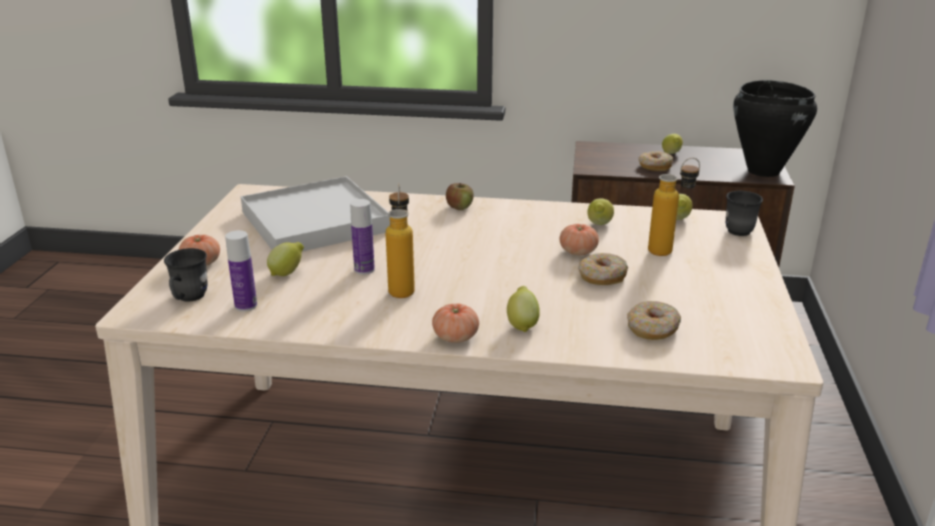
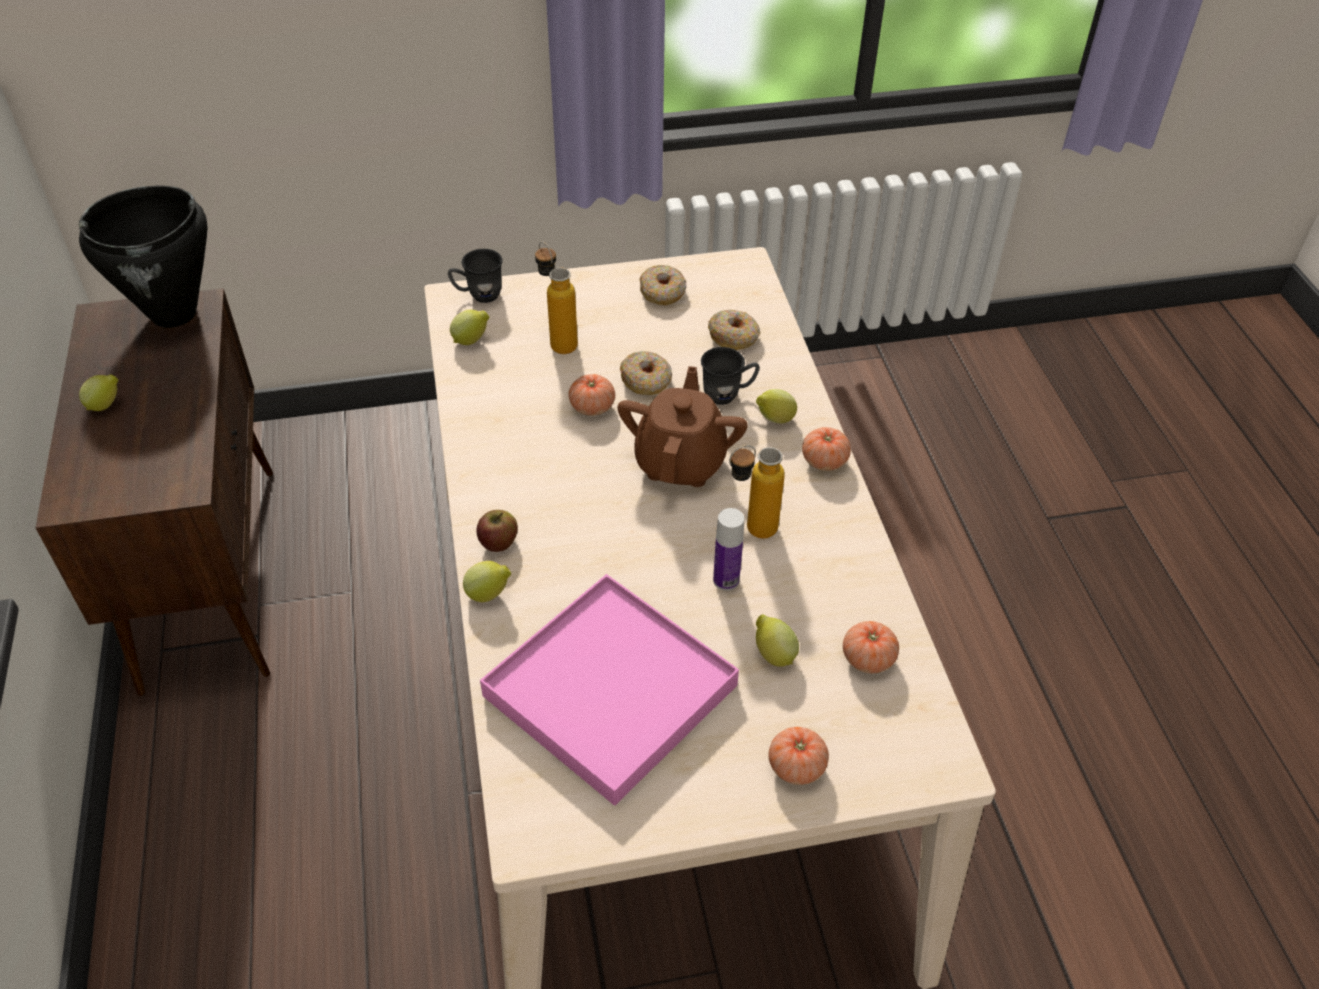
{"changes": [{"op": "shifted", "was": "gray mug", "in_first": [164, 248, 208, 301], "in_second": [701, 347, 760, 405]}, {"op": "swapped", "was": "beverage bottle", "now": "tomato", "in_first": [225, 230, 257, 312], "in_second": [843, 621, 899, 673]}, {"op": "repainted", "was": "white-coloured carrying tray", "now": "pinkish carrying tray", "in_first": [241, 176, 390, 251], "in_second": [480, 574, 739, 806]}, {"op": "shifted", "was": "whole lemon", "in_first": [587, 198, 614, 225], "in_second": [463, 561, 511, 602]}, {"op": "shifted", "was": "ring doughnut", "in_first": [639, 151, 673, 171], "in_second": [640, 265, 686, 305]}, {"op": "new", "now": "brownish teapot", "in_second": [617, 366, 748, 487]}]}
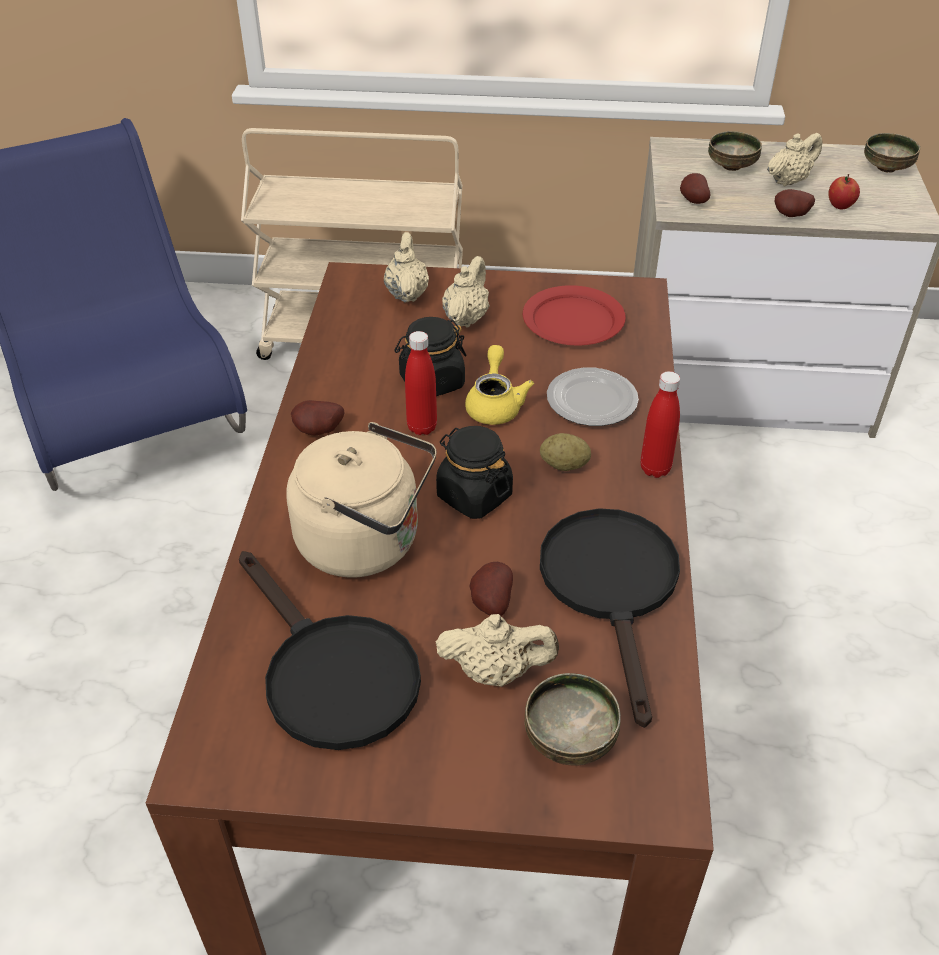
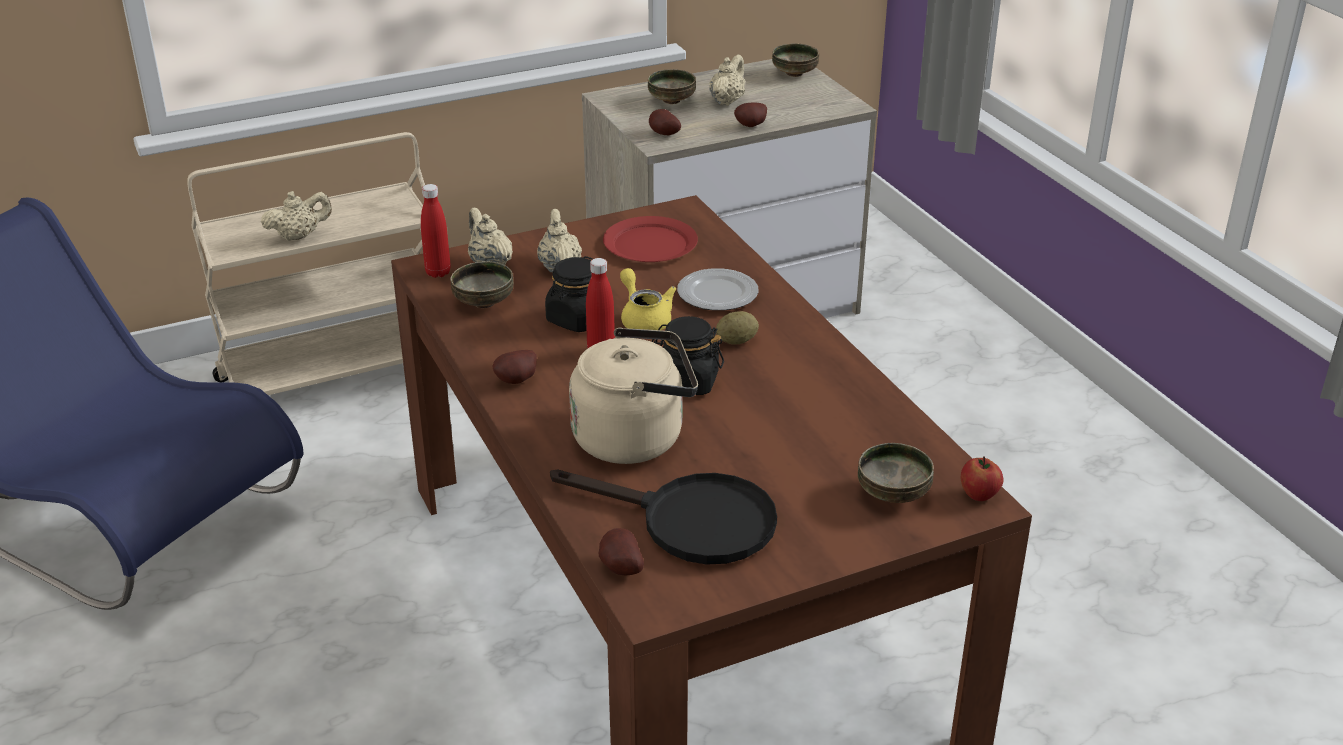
{"changes": [{"op": "shifted", "was": "beige teapot", "in_first": [435, 614, 559, 687], "in_second": [261, 191, 332, 241]}, {"op": "shifted", "was": "whole potato", "in_first": [470, 562, 513, 616], "in_second": [599, 528, 644, 576]}, {"op": "gone", "was": "black frying pan", "in_first": [540, 508, 680, 728]}, {"op": "shifted", "was": "red-coloured beverage bottle", "in_first": [640, 371, 680, 478], "in_second": [421, 184, 451, 278]}, {"op": "shifted", "was": "apple", "in_first": [828, 174, 860, 209], "in_second": [961, 456, 1004, 501]}, {"op": "new", "now": "serving bowl", "in_second": [450, 261, 514, 308]}]}
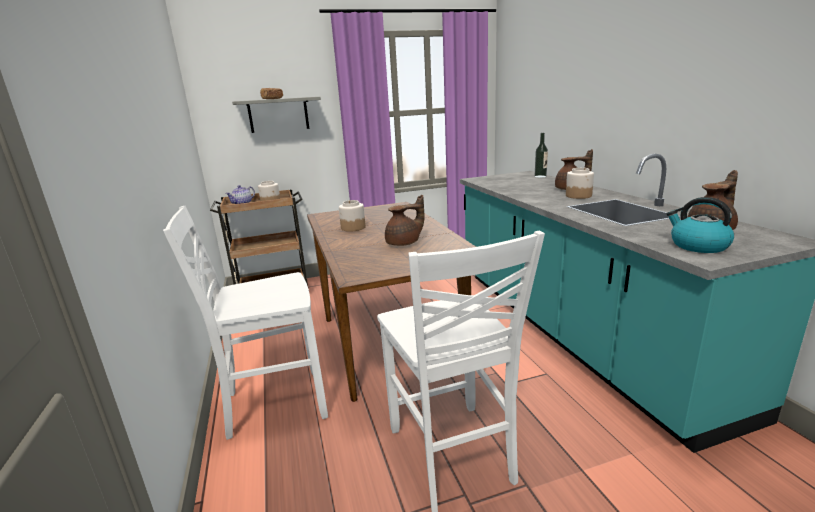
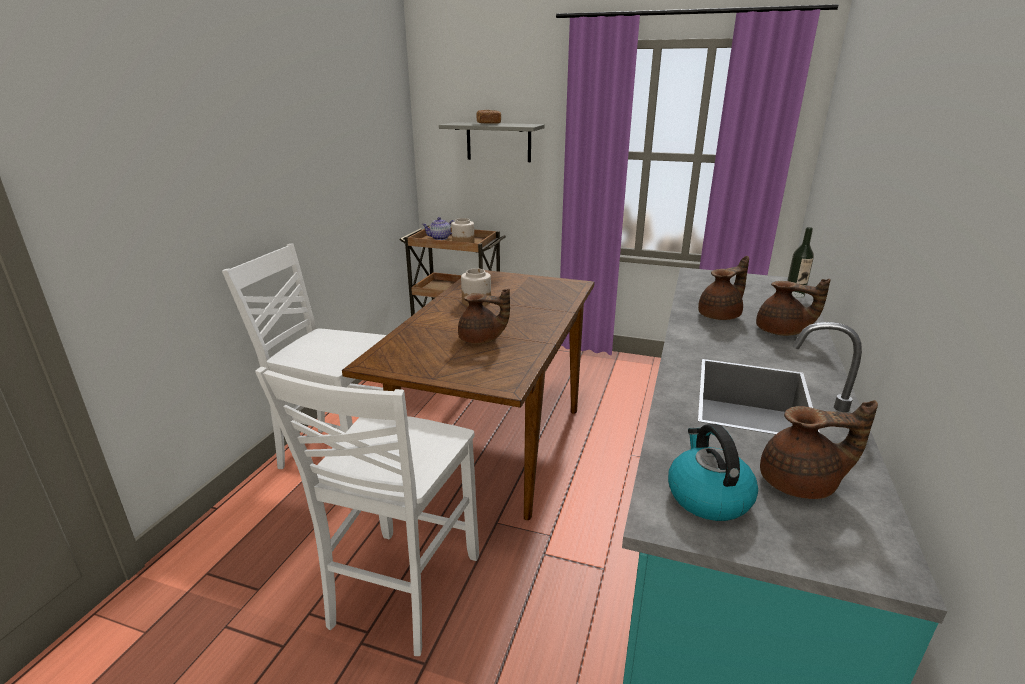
{"changes": [{"op": "gone", "was": "preserve jar", "in_first": [566, 168, 594, 199]}, {"op": "new", "now": "brownish teapot", "in_second": [698, 256, 749, 320]}]}
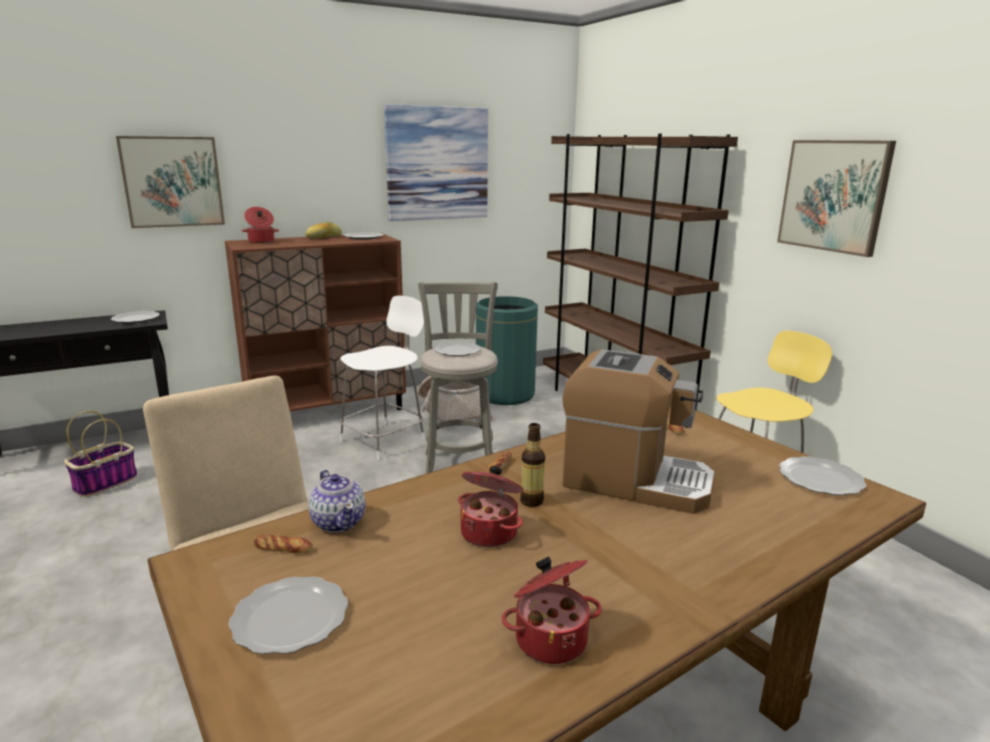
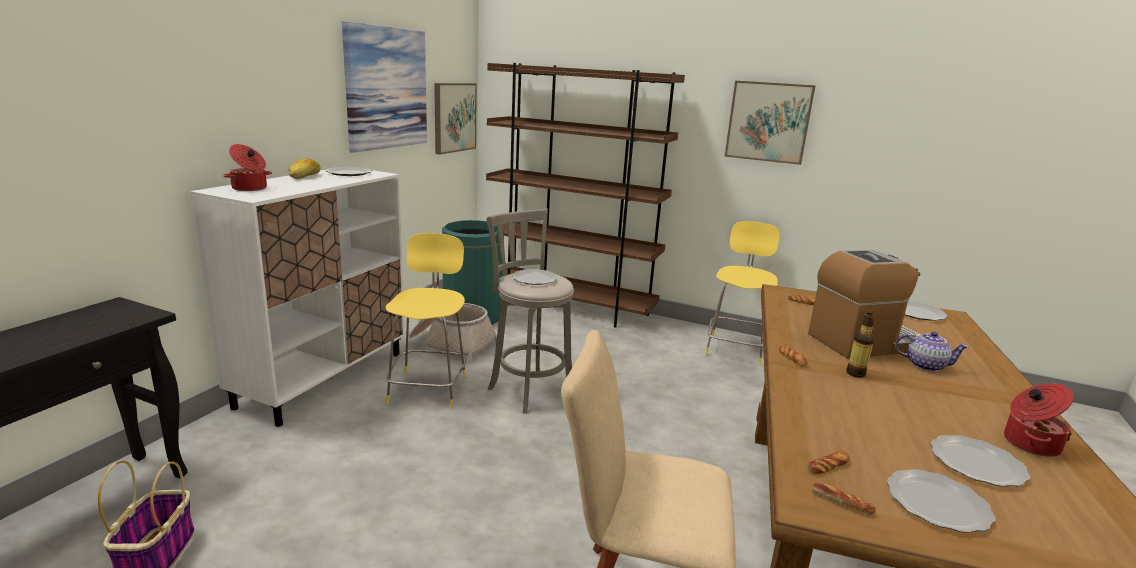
{"changes": [{"op": "shifted", "was": "flat dish", "in_first": [111, 311, 159, 323], "in_second": [930, 435, 1030, 487]}, {"op": "shifted", "was": "picture", "in_first": [116, 136, 225, 228], "in_second": [434, 83, 477, 155]}, {"op": "repainted", "was": "brownish cupboard", "now": "white-coloured cupboard", "in_first": [225, 233, 406, 411], "in_second": [190, 166, 405, 427]}, {"op": "shifted", "was": "teapot", "in_first": [308, 470, 366, 533], "in_second": [895, 331, 969, 372]}, {"op": "repainted", "was": "white-coloured stool seat", "now": "yellow stool seat", "in_first": [340, 296, 425, 460], "in_second": [386, 233, 467, 408]}, {"op": "gone", "was": "cooking pot", "in_first": [458, 466, 523, 548]}, {"op": "new", "now": "baked bread", "in_second": [812, 482, 876, 515]}]}
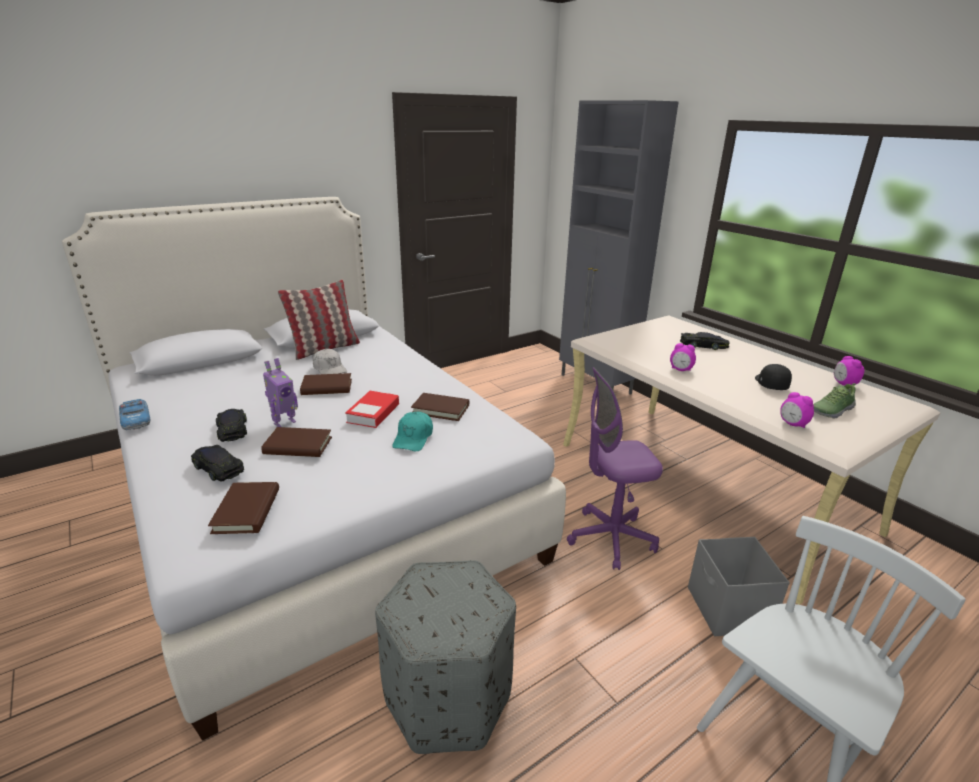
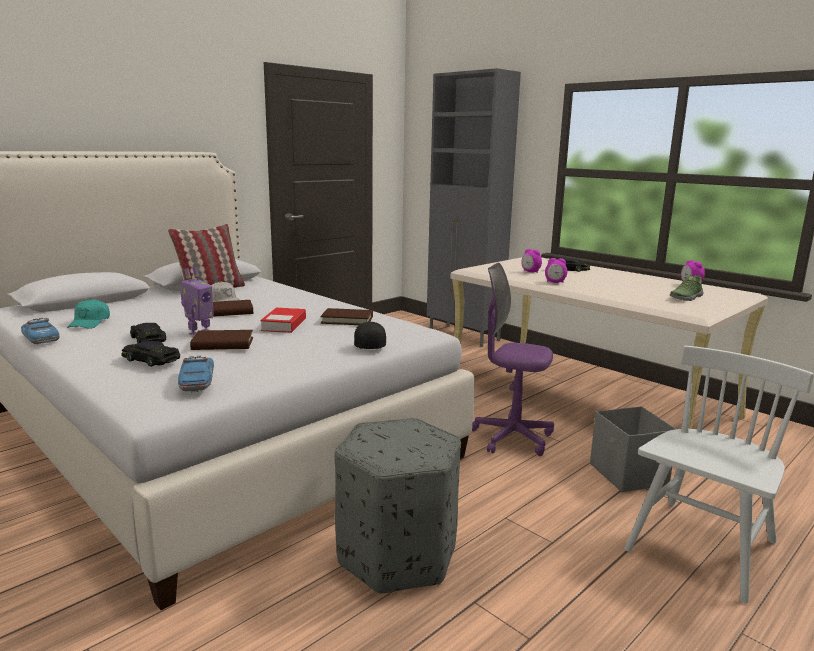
{"changes": [{"op": "swapped", "was": "brownish bound book", "now": "toy car", "in_first": [208, 482, 279, 534], "in_second": [178, 356, 214, 392]}, {"op": "shifted", "was": "turquoise-coloured baseball cap", "in_first": [392, 412, 433, 451], "in_second": [67, 299, 110, 329]}, {"op": "rotated", "was": "purple-coloured desk chair", "in_first": [567, 367, 663, 570], "in_second": [472, 263, 554, 456], "clockwise": 45}, {"op": "shifted", "was": "black baseball cap", "in_first": [755, 364, 792, 390], "in_second": [354, 322, 386, 349]}, {"op": "shifted", "was": "table clock", "in_first": [780, 392, 814, 428], "in_second": [521, 249, 542, 273]}]}
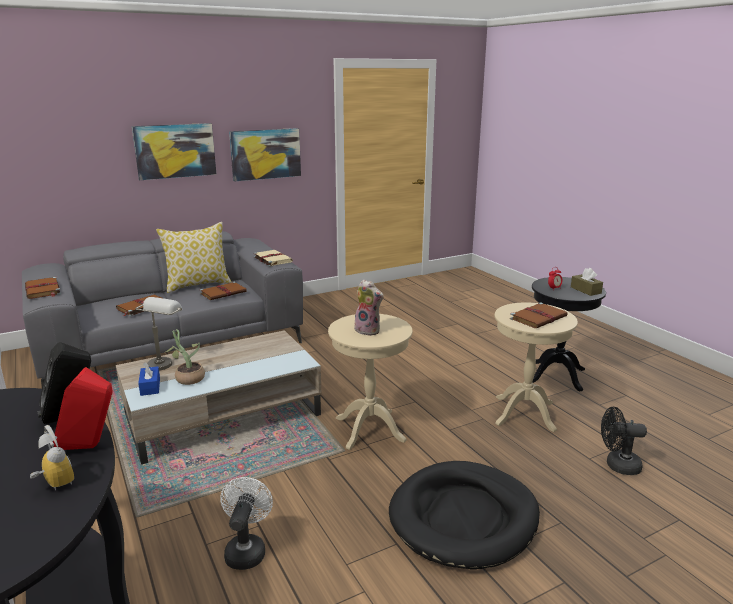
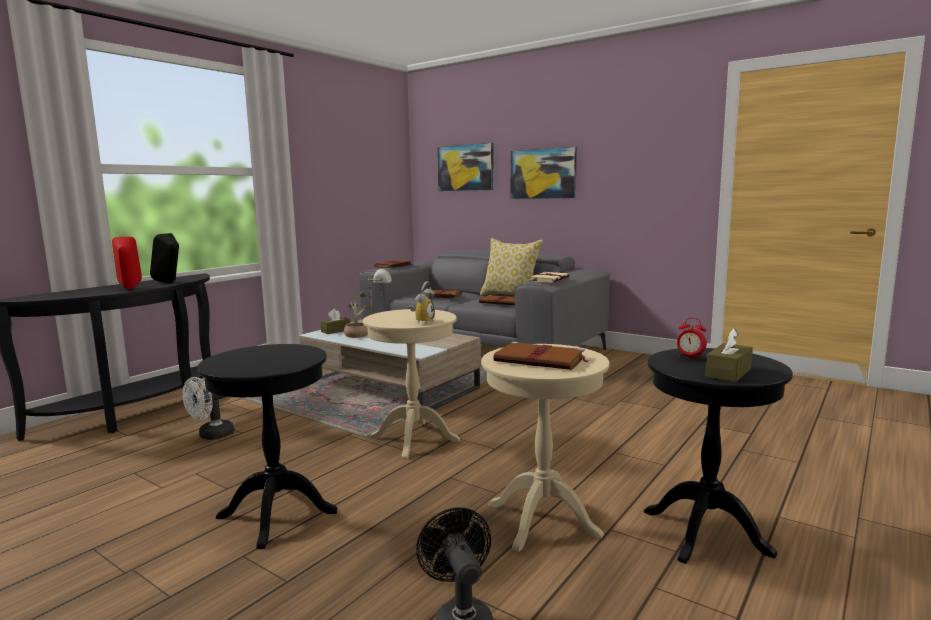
{"changes": [{"op": "shifted", "was": "table clock", "in_first": [30, 425, 74, 490], "in_second": [409, 281, 435, 324]}, {"op": "repainted", "was": "blue-coloured tissue holder", "now": "brownish tissue holder", "in_first": [138, 362, 160, 396], "in_second": [320, 309, 350, 334]}, {"op": "rotated", "was": "white-coloured electric fan", "in_first": [220, 477, 273, 570], "in_second": [183, 377, 235, 440], "clockwise": 150}, {"op": "shifted", "was": "picture", "in_first": [229, 128, 301, 182], "in_second": [437, 143, 494, 191]}, {"op": "gone", "was": "plush toy", "in_first": [353, 280, 384, 336]}, {"op": "swapped", "was": "black dog bed", "now": "black accent table", "in_first": [389, 461, 540, 569], "in_second": [197, 344, 338, 549]}]}
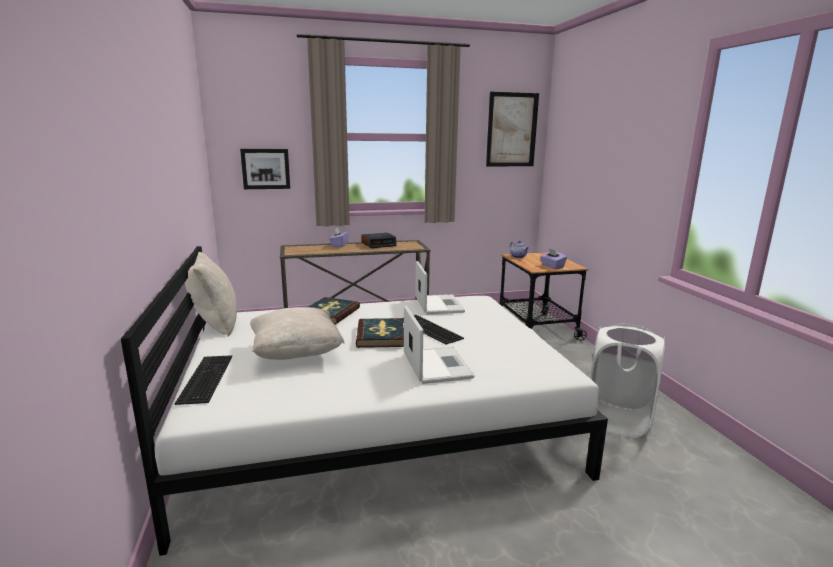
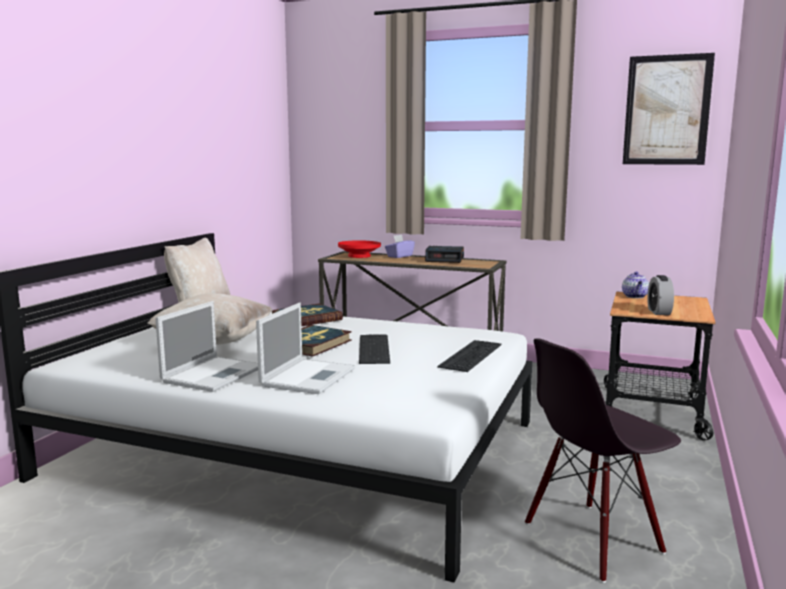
{"changes": [{"op": "shifted", "was": "computer keyboard", "in_first": [175, 355, 232, 405], "in_second": [438, 340, 501, 372]}, {"op": "gone", "was": "picture", "in_first": [240, 149, 290, 189]}, {"op": "shifted", "was": "portable computer", "in_first": [415, 261, 465, 314], "in_second": [156, 301, 258, 392]}, {"op": "swapped", "was": "purple-coloured tissue holder", "now": "table clock", "in_first": [540, 249, 567, 269], "in_second": [647, 275, 674, 315]}, {"op": "swapped", "was": "white-coloured washing basket", "now": "black plain chair", "in_first": [590, 323, 665, 438], "in_second": [525, 339, 681, 583]}, {"op": "new", "now": "red-coloured serving bowl", "in_second": [338, 240, 381, 258]}]}
